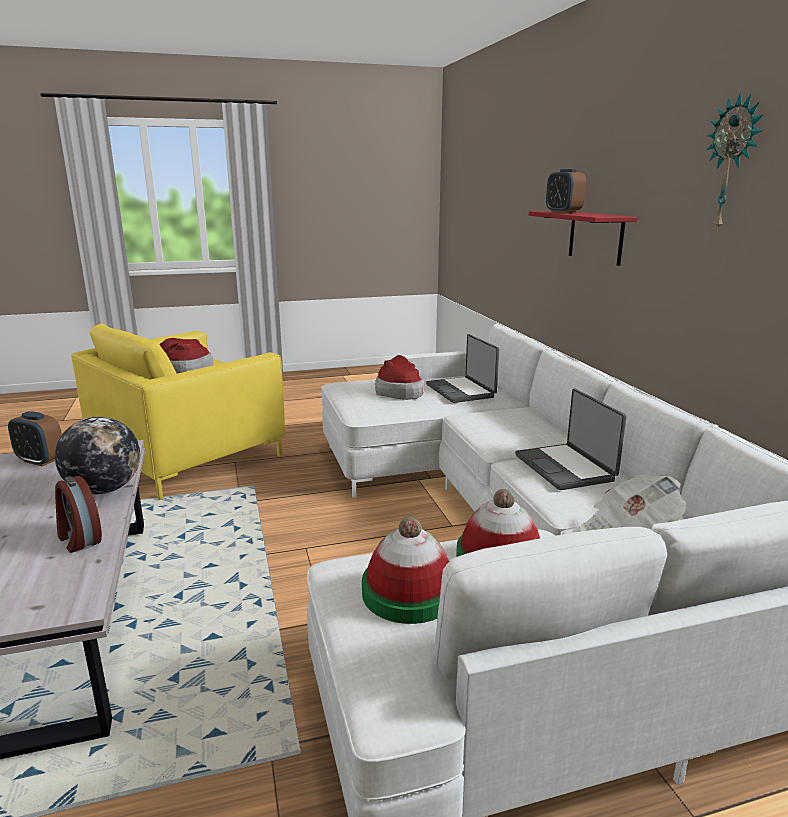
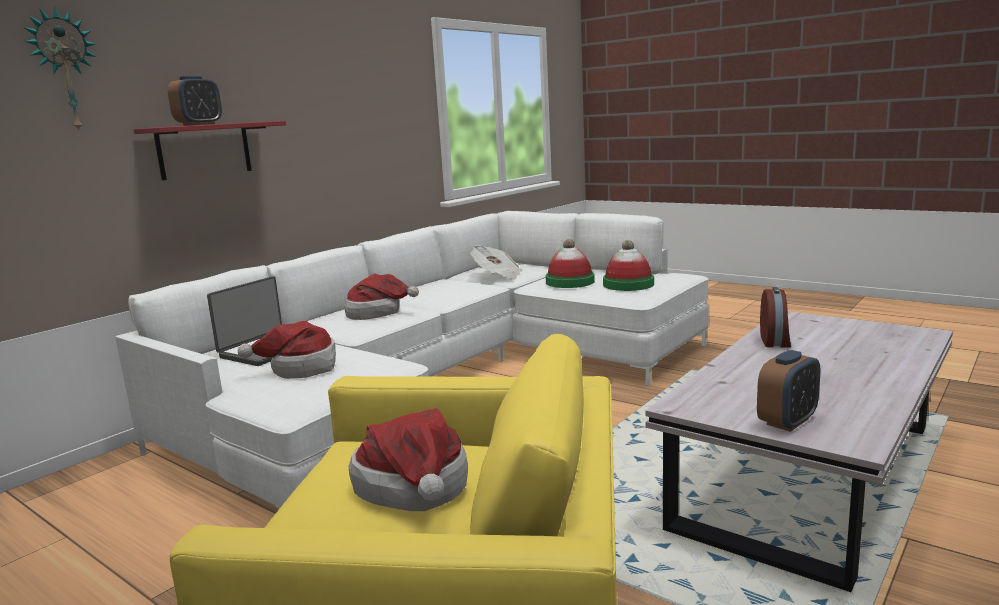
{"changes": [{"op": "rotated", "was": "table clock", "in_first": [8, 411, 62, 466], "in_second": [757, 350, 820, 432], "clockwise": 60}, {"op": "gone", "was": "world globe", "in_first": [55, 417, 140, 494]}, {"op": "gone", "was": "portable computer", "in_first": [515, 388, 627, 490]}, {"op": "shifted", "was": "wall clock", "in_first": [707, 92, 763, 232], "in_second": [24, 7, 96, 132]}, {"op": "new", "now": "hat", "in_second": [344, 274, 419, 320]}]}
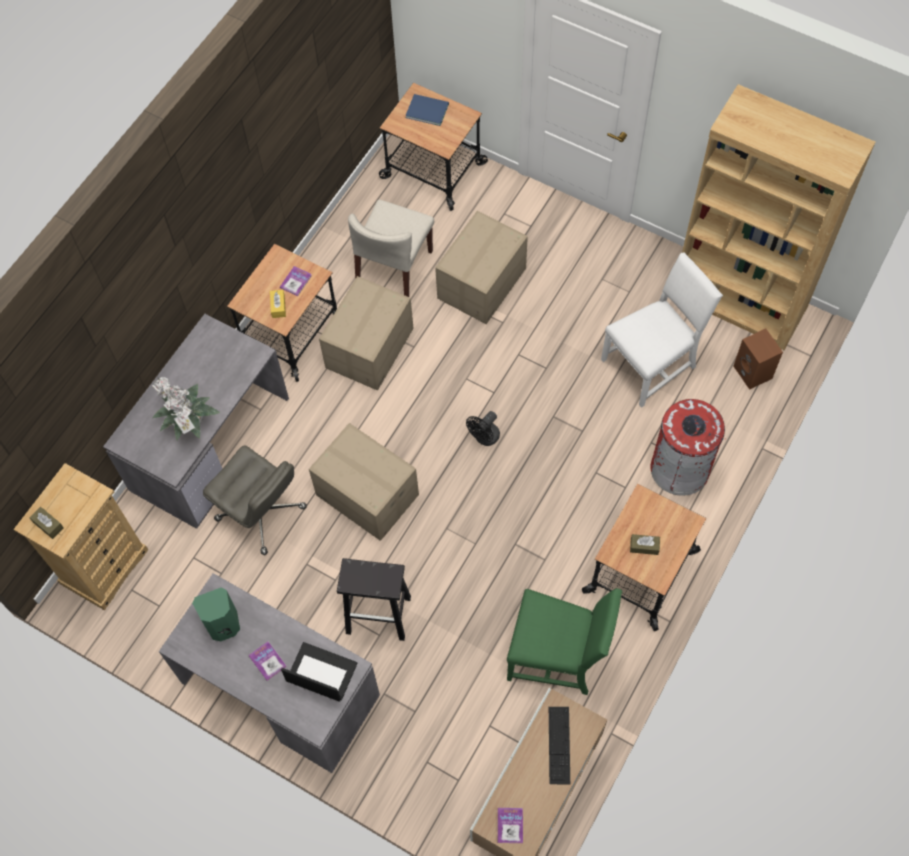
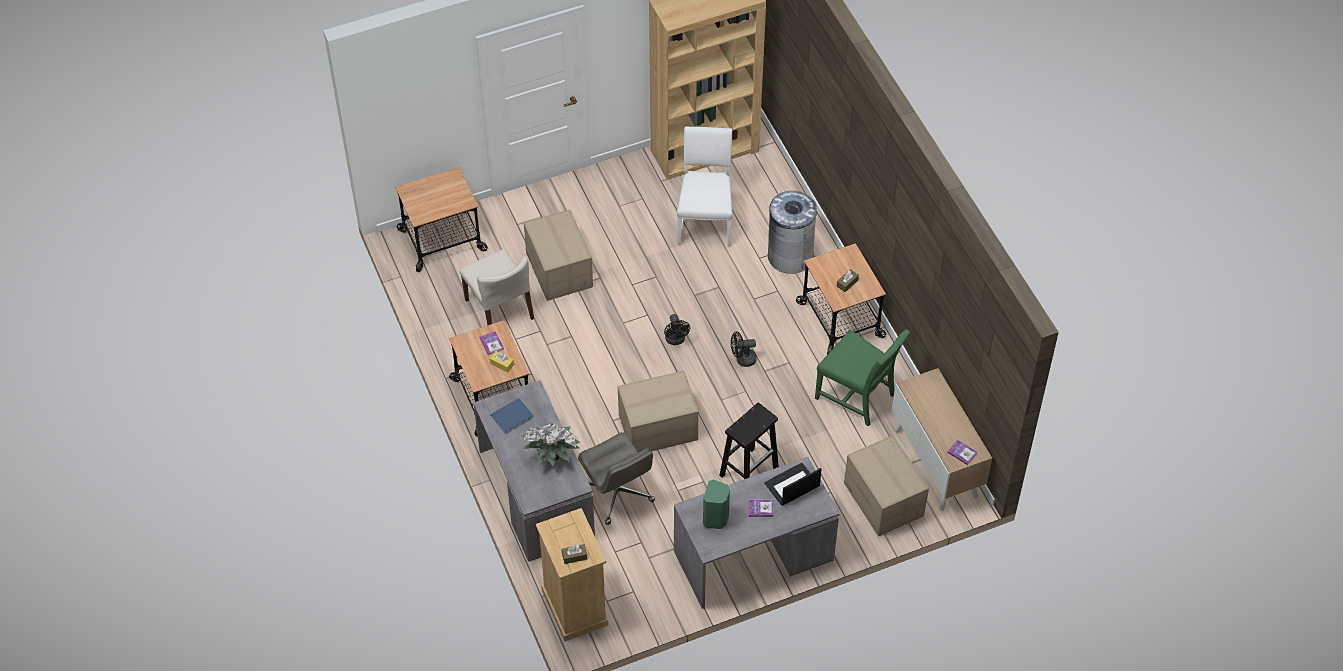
{"changes": [{"op": "rotated", "was": "gray desk chair", "in_first": [203, 445, 307, 555], "in_second": [578, 432, 655, 525], "clockwise": 75}, {"op": "shifted", "was": "cardboard box", "in_first": [319, 276, 413, 390], "in_second": [844, 435, 929, 536]}, {"op": "shifted", "was": "blue-coloured bound book", "in_first": [405, 94, 449, 126], "in_second": [491, 398, 534, 434]}, {"op": "rotated", "was": "green-coloured plain chair", "in_first": [507, 588, 622, 695], "in_second": [815, 329, 910, 426], "clockwise": 75}, {"op": "gone", "was": "computer keyboard", "in_first": [549, 707, 570, 785]}, {"op": "repainted", "was": "red-coloured rubbish bin", "now": "gray rubbish bin", "in_first": [650, 399, 726, 496], "in_second": [768, 191, 817, 274]}, {"op": "gone", "was": "brownish loudspeaker", "in_first": [733, 329, 783, 390]}, {"op": "new", "now": "black electric fan", "in_second": [731, 331, 757, 367]}]}
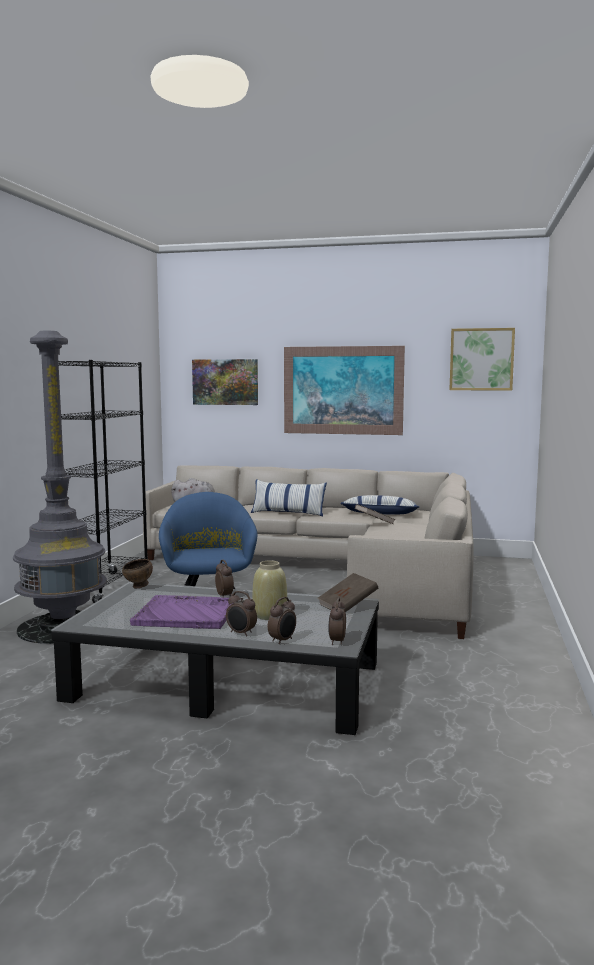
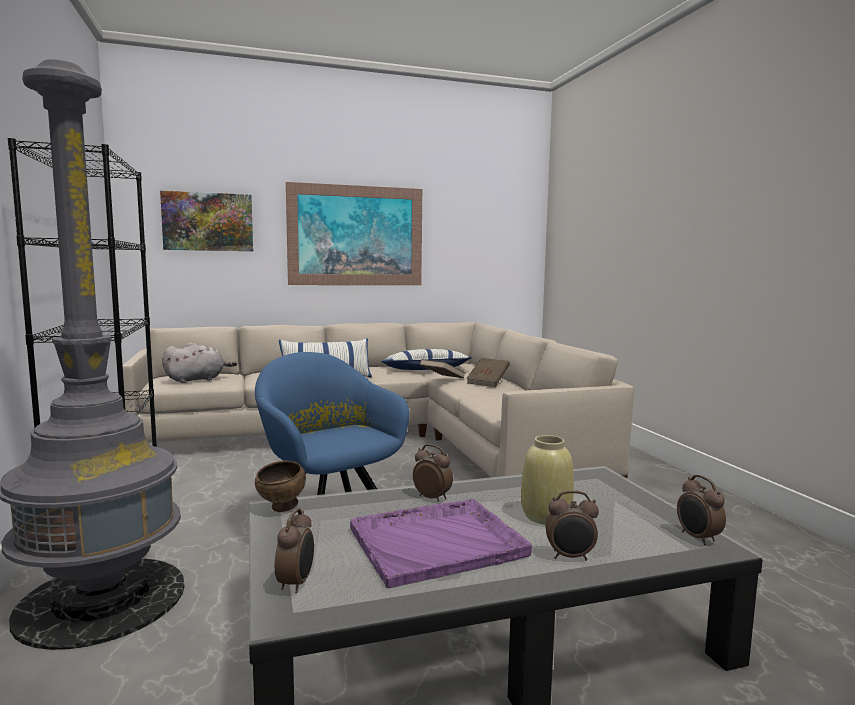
{"changes": [{"op": "shifted", "was": "table clock", "in_first": [268, 597, 296, 644], "in_second": [275, 508, 314, 593]}, {"op": "shifted", "was": "brownish bound book", "in_first": [317, 573, 378, 612], "in_second": [466, 358, 510, 387]}, {"op": "gone", "was": "picture", "in_first": [450, 328, 515, 391]}]}
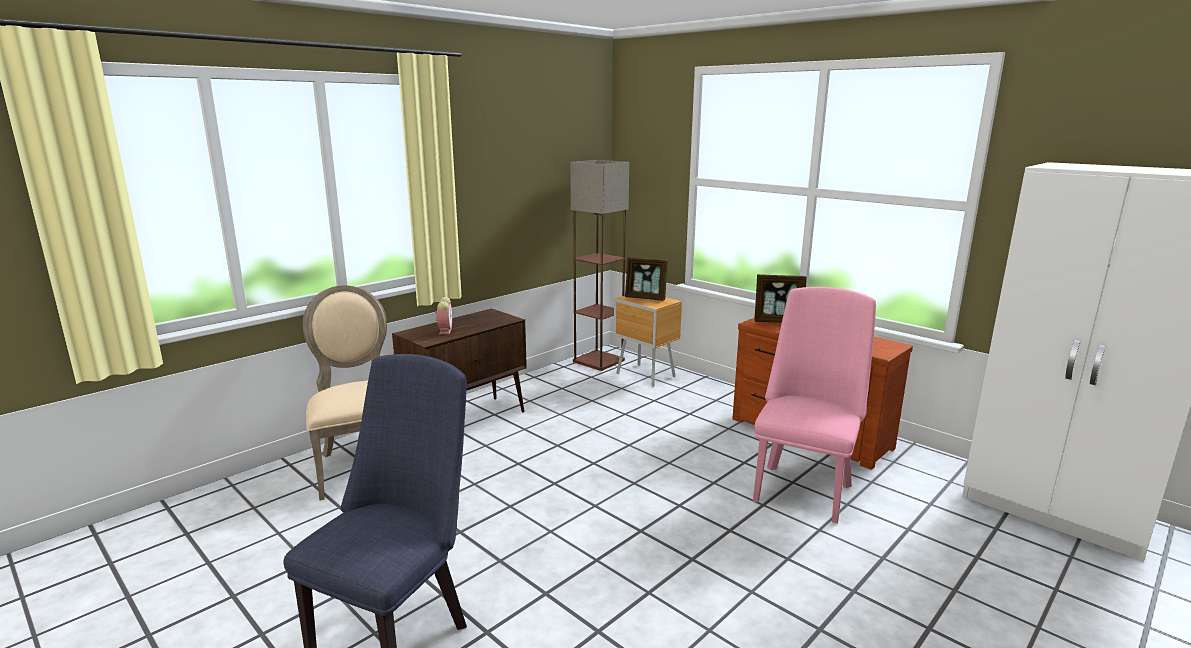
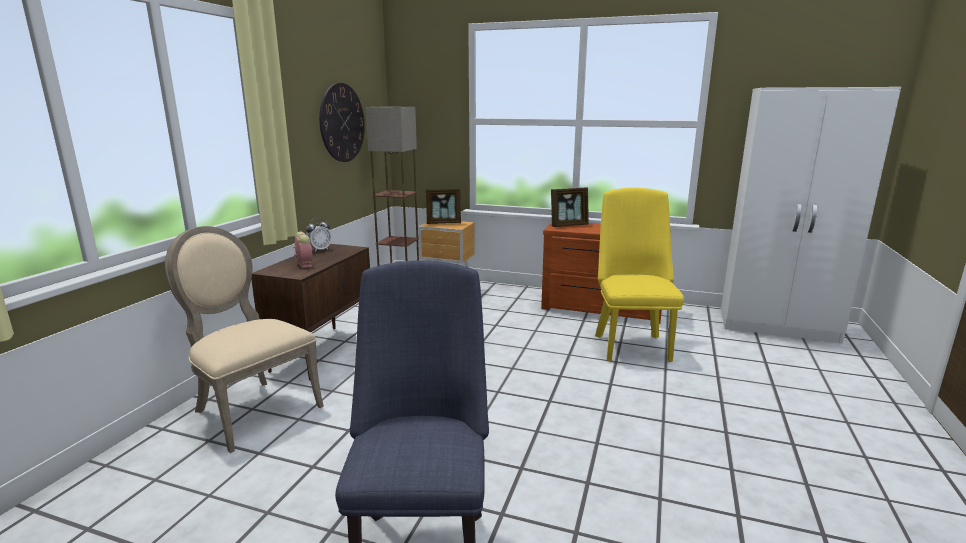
{"changes": [{"op": "repainted", "was": "pinkish plain chair", "now": "yellow plain chair", "in_first": [753, 287, 876, 523], "in_second": [595, 188, 684, 362]}, {"op": "new", "now": "table clock", "in_second": [306, 218, 332, 252]}, {"op": "new", "now": "wall clock", "in_second": [319, 83, 365, 162]}]}
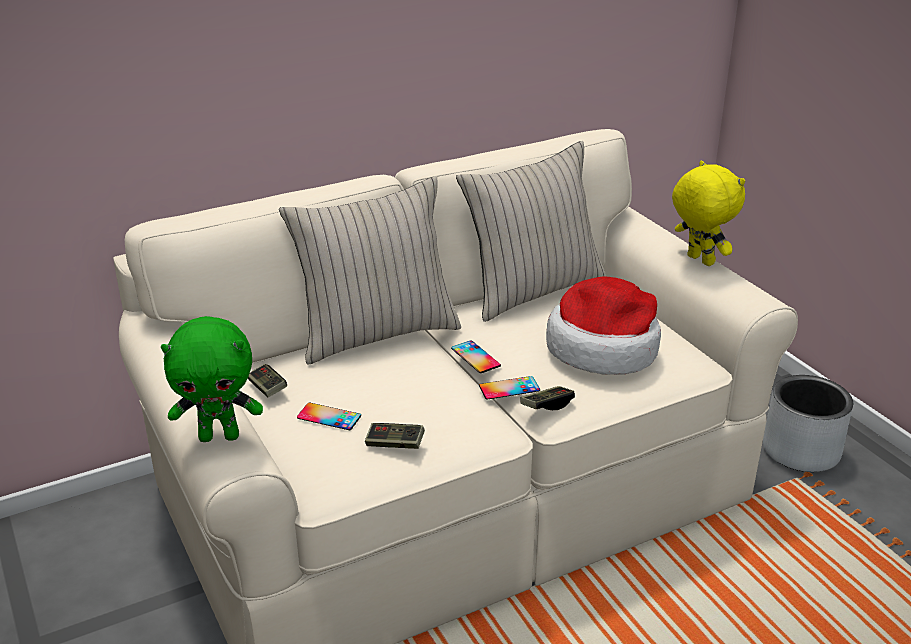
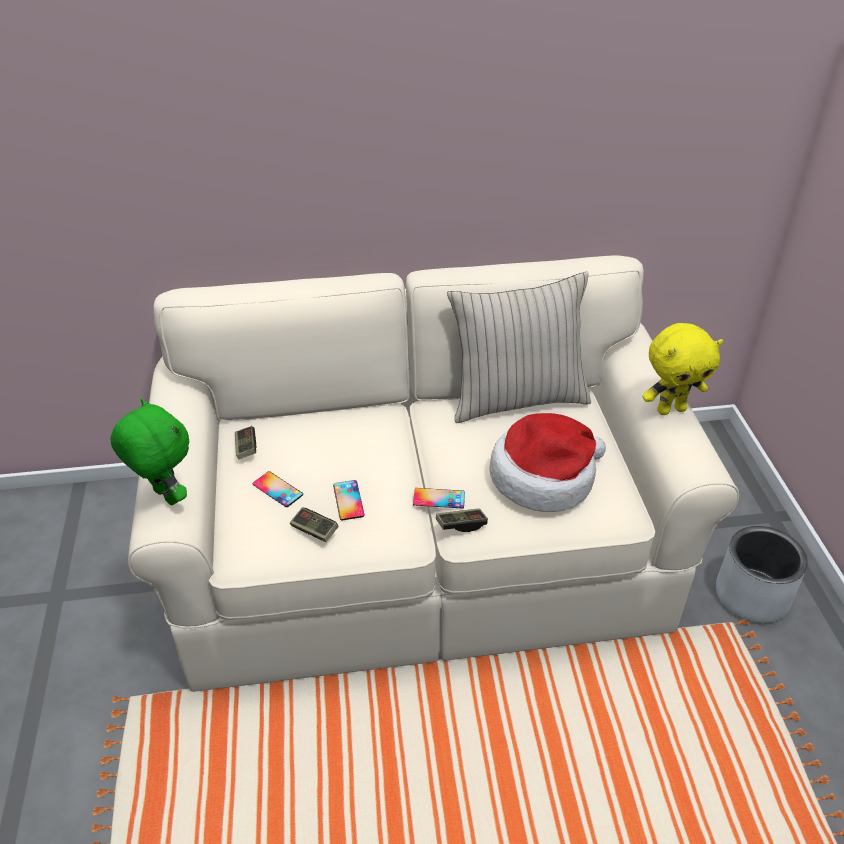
{"changes": [{"op": "rotated", "was": "green-coloured plush toy", "in_first": [161, 316, 263, 442], "in_second": [110, 398, 189, 506], "clockwise": -150}, {"op": "gone", "was": "beige cushion", "in_first": [279, 177, 461, 365]}, {"op": "shifted", "was": "handset", "in_first": [451, 340, 501, 373], "in_second": [333, 480, 365, 520]}, {"op": "rotated", "was": "yellow plush toy", "in_first": [672, 161, 745, 266], "in_second": [642, 323, 723, 415], "clockwise": 90}]}
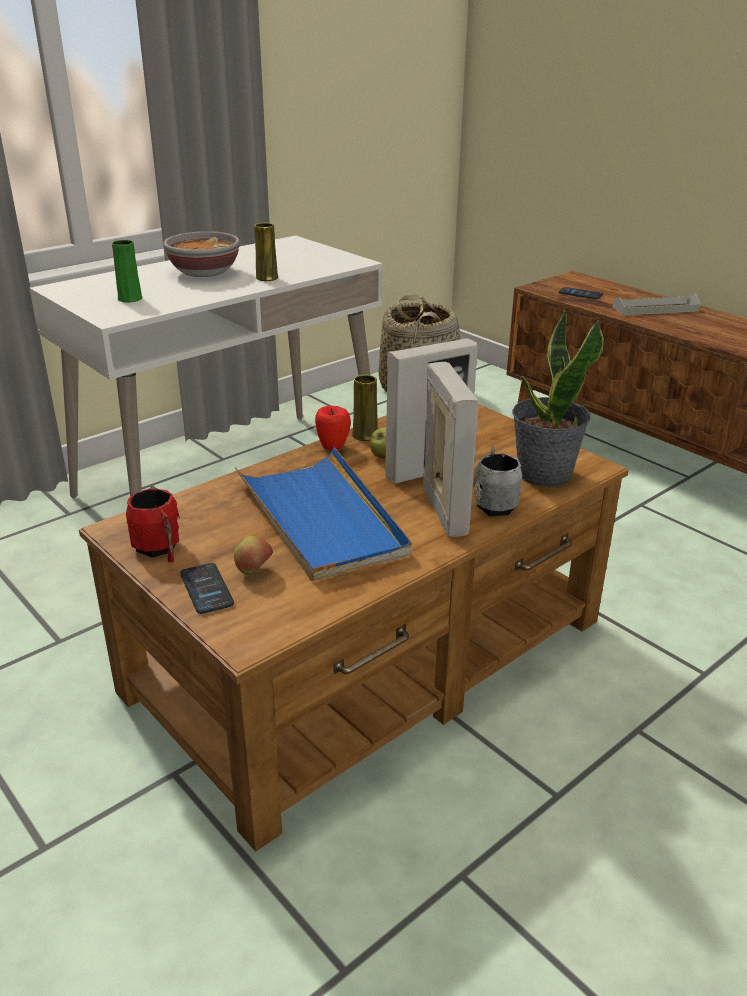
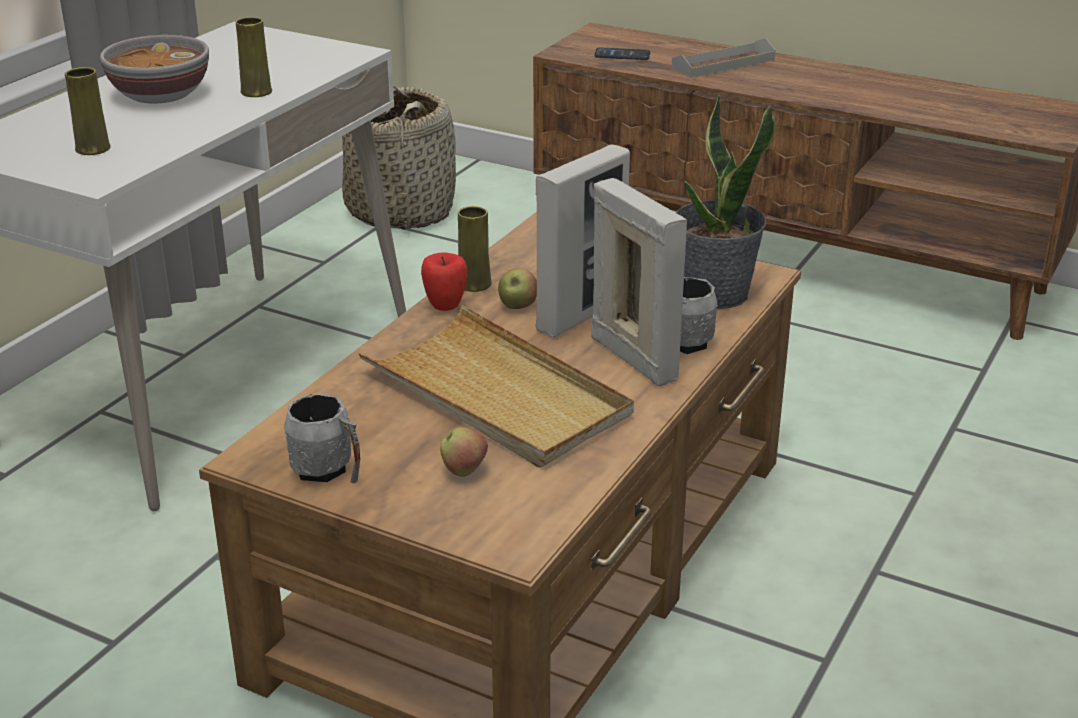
{"changes": [{"op": "repainted", "was": "green-coloured flower vase", "now": "yellow flower vase", "in_first": [112, 240, 142, 302], "in_second": [65, 67, 111, 155]}, {"op": "repainted", "was": "red-coloured mug", "now": "gray mug", "in_first": [126, 488, 180, 563], "in_second": [284, 394, 360, 483]}, {"op": "gone", "was": "handset", "in_first": [180, 563, 234, 614]}, {"op": "repainted", "was": "blue-coloured carrying tray", "now": "beige carrying tray", "in_first": [235, 447, 412, 581], "in_second": [358, 305, 634, 468]}]}
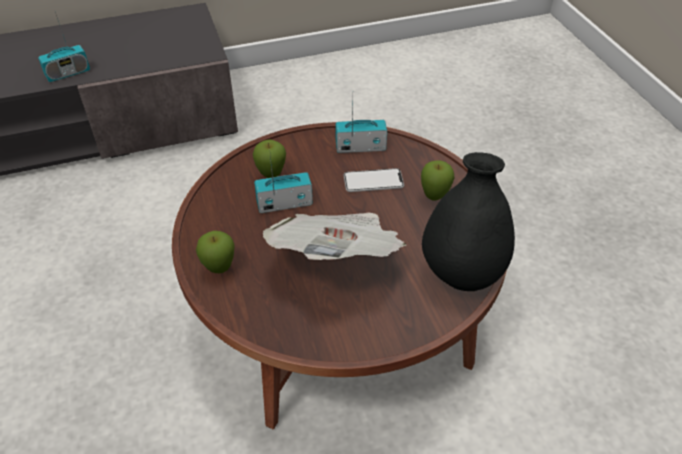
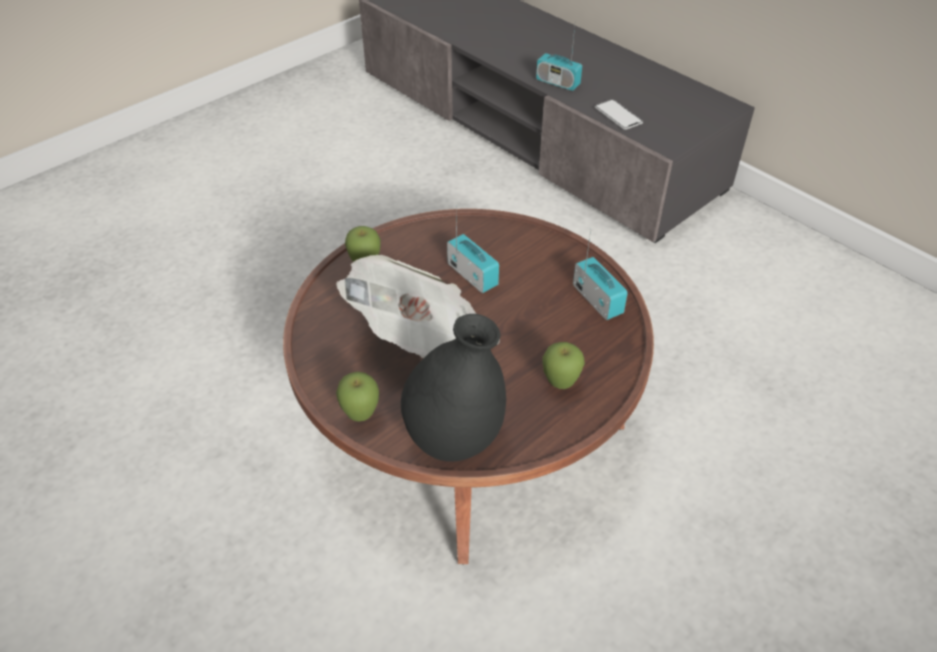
{"changes": [{"op": "shifted", "was": "apple", "in_first": [253, 139, 286, 178], "in_second": [336, 372, 379, 422]}, {"op": "shifted", "was": "handset", "in_first": [343, 168, 404, 192], "in_second": [595, 100, 643, 130]}]}
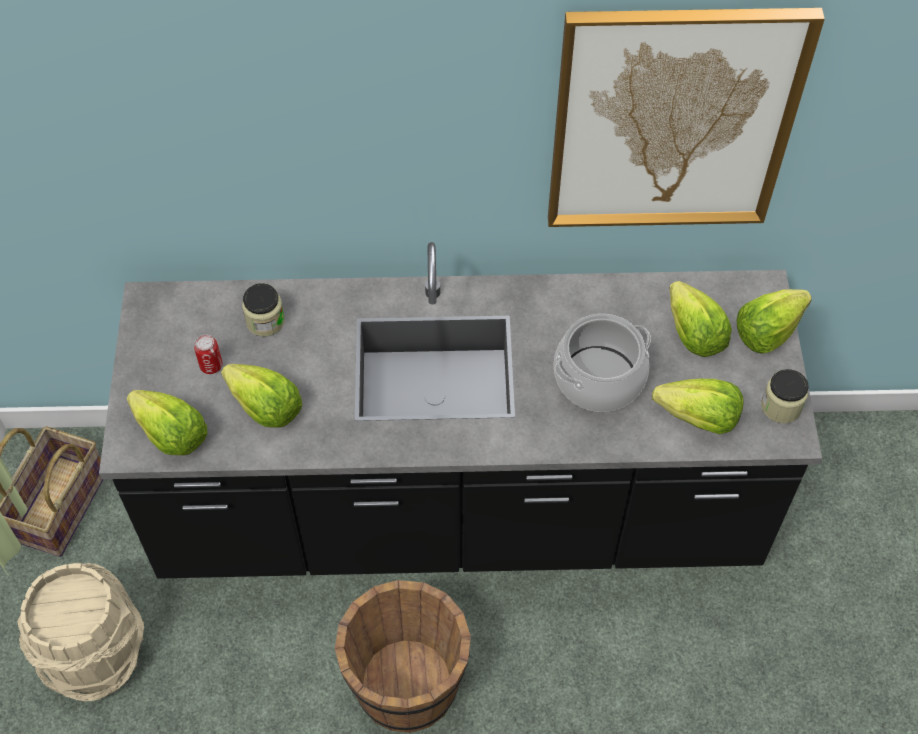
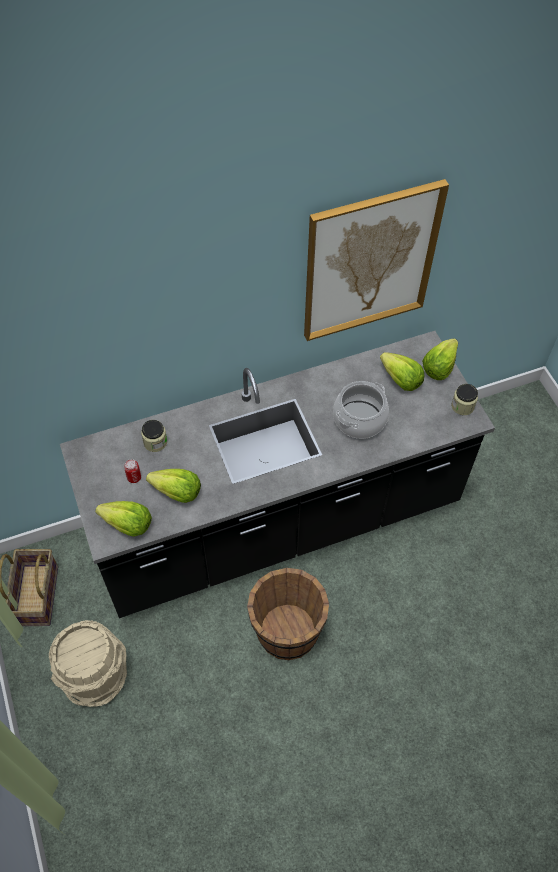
{"changes": [{"op": "gone", "was": "lettuce head", "in_first": [652, 379, 744, 434]}]}
